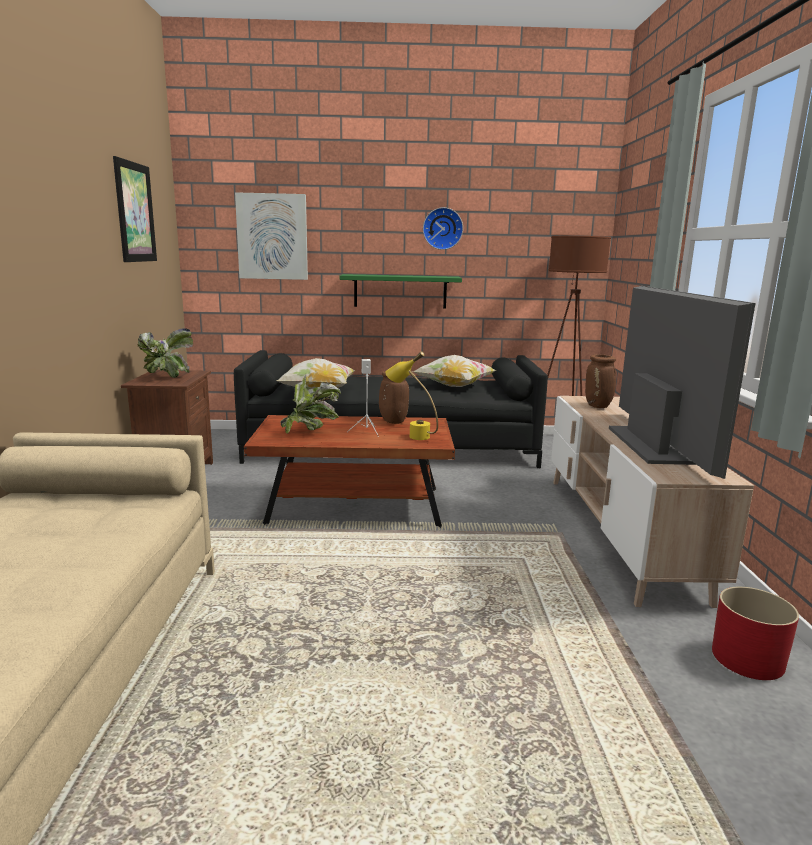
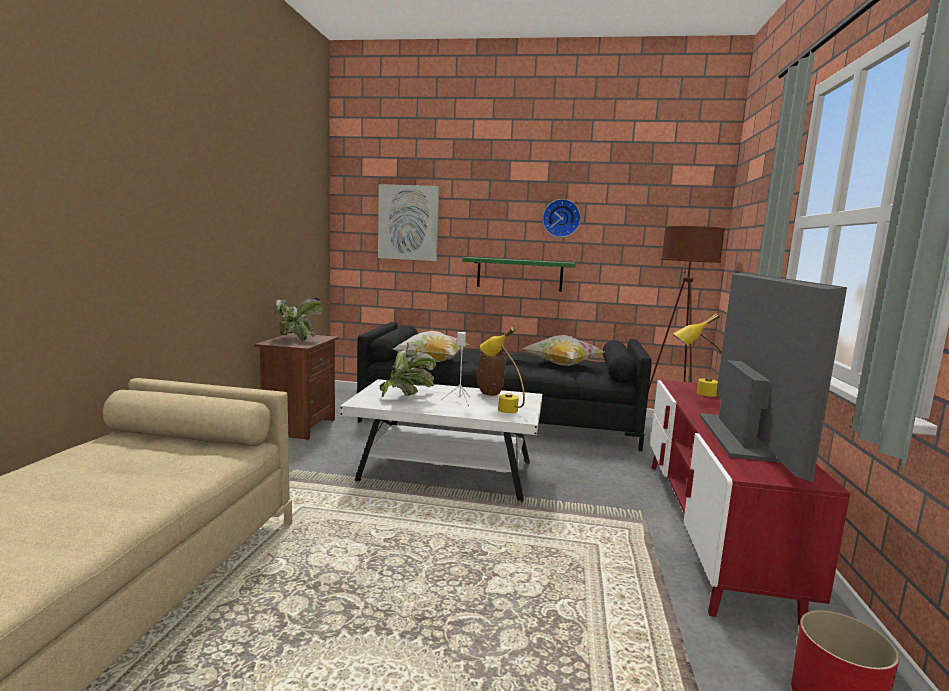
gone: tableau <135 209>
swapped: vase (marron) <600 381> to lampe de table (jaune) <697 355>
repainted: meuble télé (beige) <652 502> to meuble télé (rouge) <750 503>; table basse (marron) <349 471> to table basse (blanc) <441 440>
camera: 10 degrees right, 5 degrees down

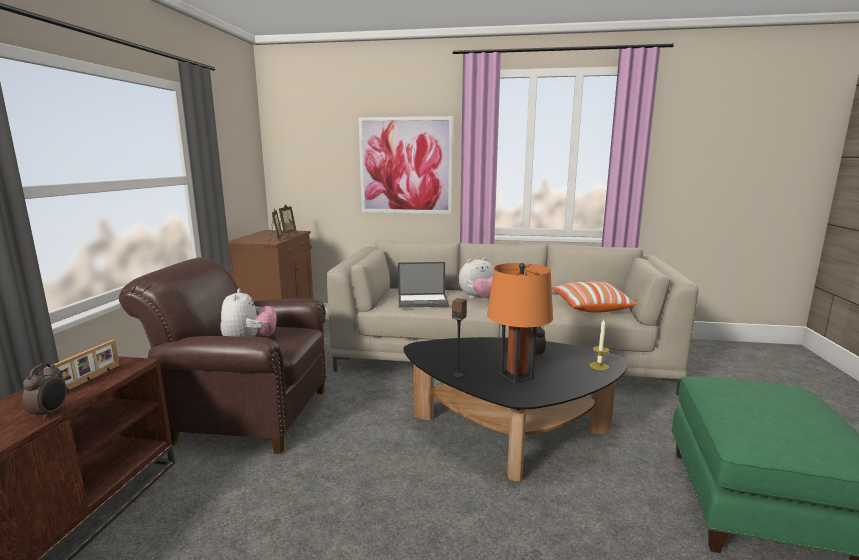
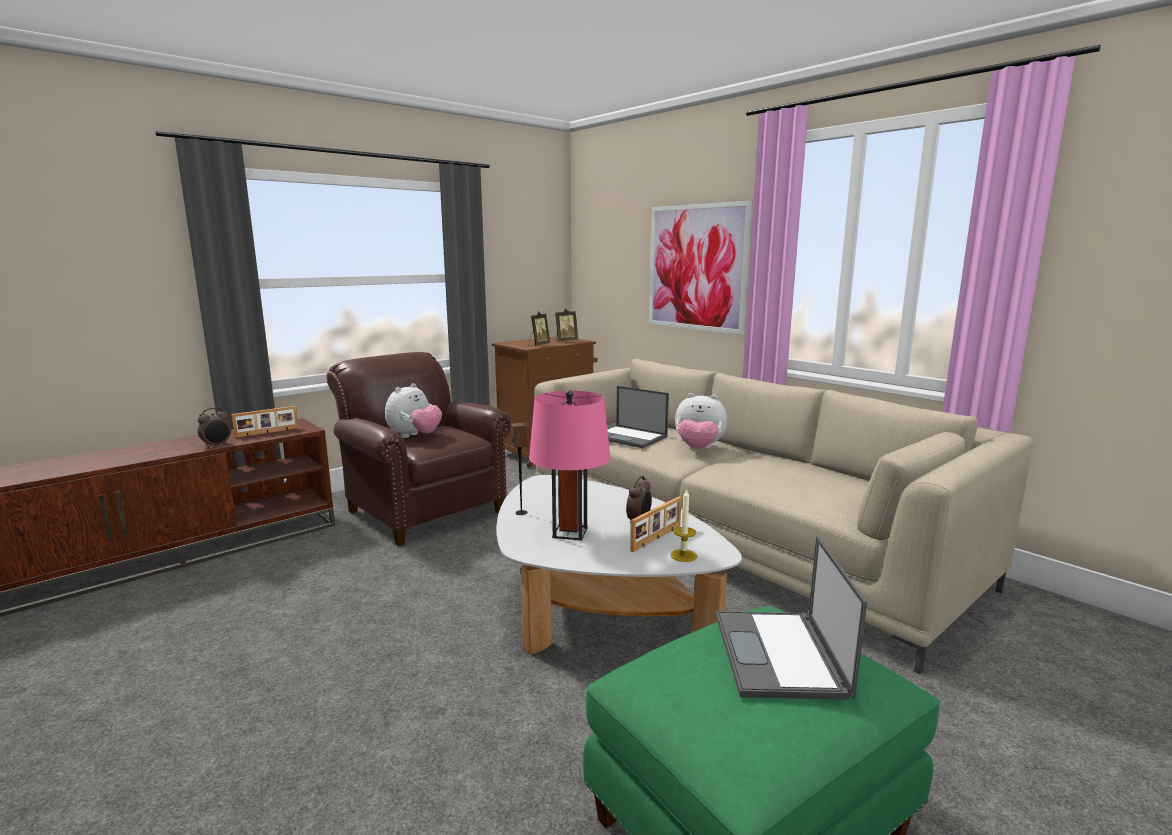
gone: coussin <594 297>
new: cadre photo <656 524>; ordinateur portable <791 618>
repainted: lampe de table (orange) <520 323> to lampe de table (rose) <569 465>; table basse (noir) <515 409> to table basse (blanc) <619 564>
camera: 40 degrees right, 0 degrees up

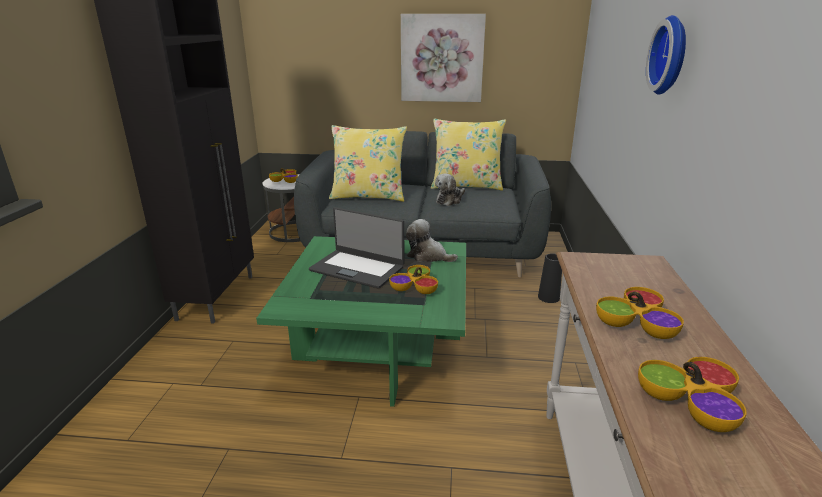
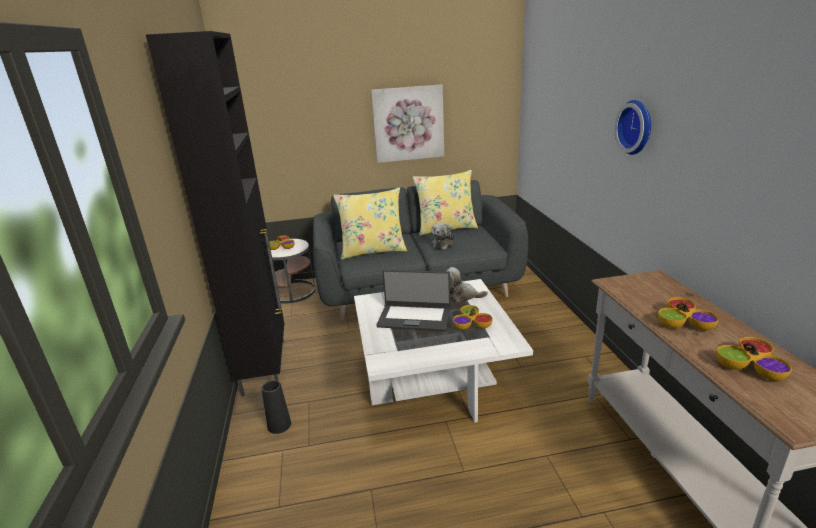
shifted: vase (noir) <550 278> to <276 407>
repainted: table basse (vert) <361 321> to table basse (blanc) <443 351>
camera: 15 degrees left, 0 degrees up

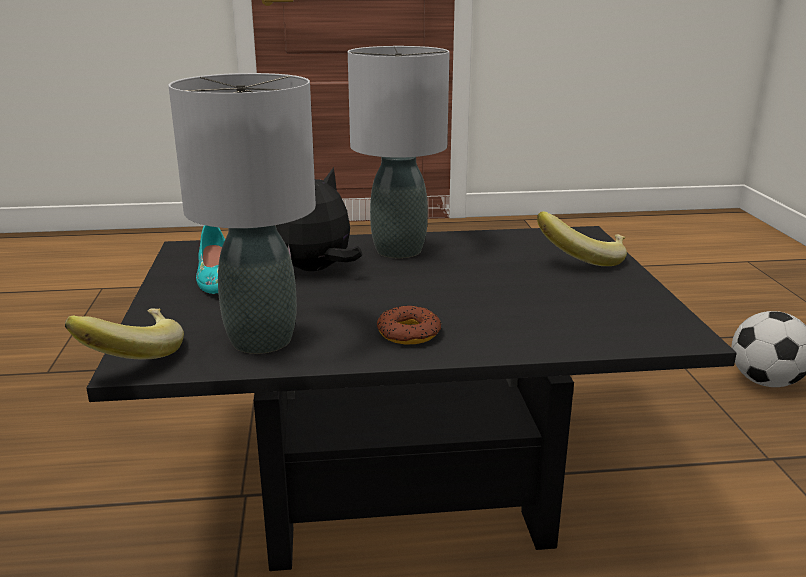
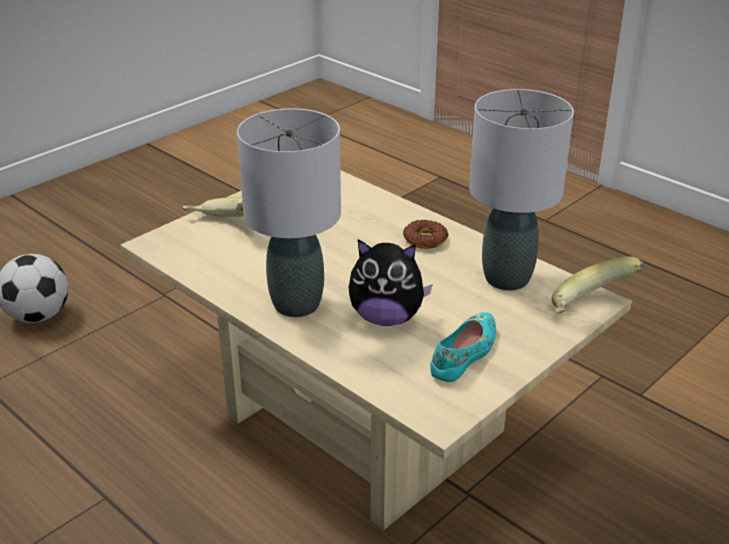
repainted: table basse (noir) <411 398> to table basse (beige) <376 350>
camera: 130 degrees left, 10 degrees up

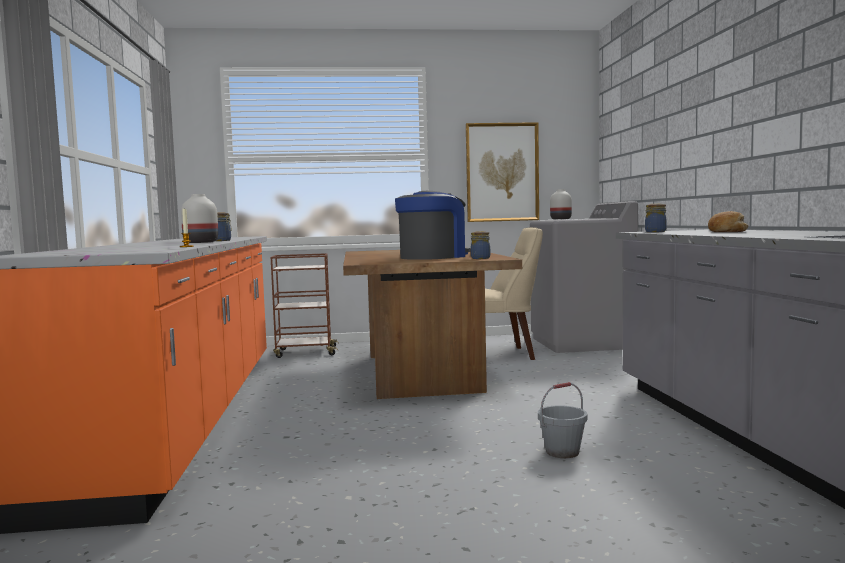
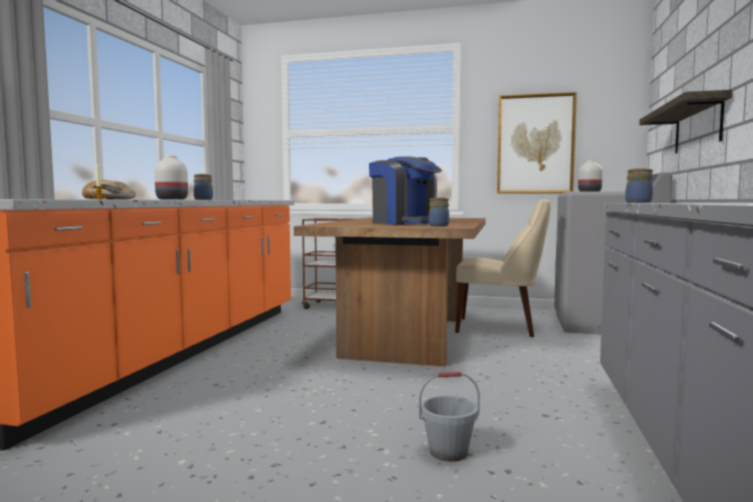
new: étagère <685 122>
shifted: pain <728 221> to <109 189>
rotated: machine à café <432 225> = <405 191> 75 degrees clockwise
camera: 20 degrees right, 0 degrees up

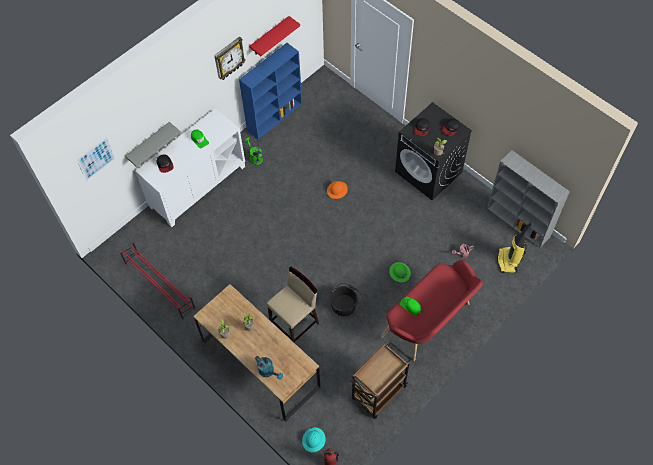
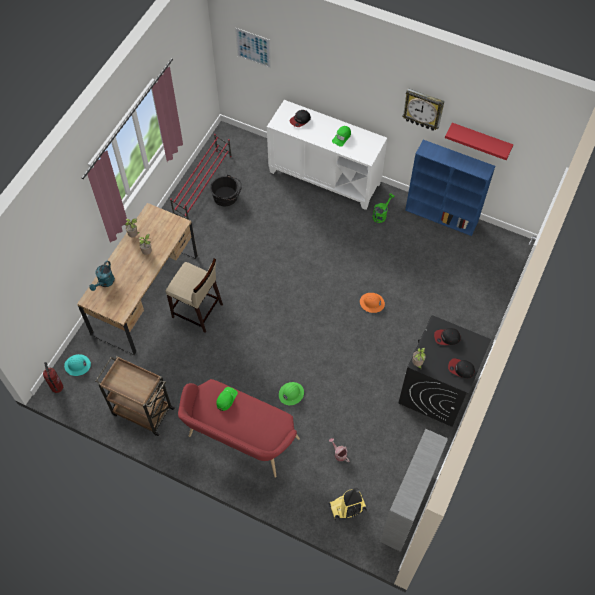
gone: étagère (gris) <153 144>
shifted: seau (noir) <345 299> to <226 190>
camera: 70 degrees right, 0 degrees up

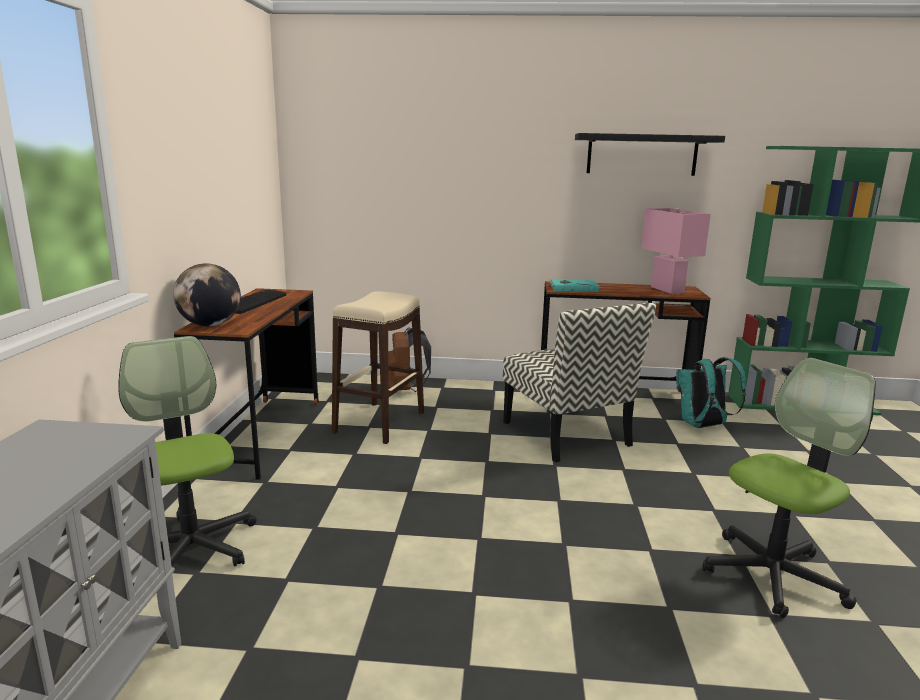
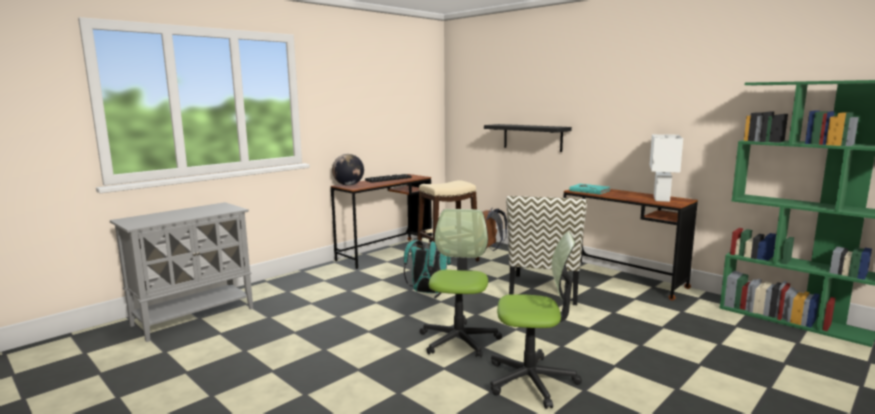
shifted: étagère (noir) <650 154> to <528 138>; chaise de bureau <187 451> to <461 283>; sac à dos (turquoise) <711 392> to <427 266>
repainted: lampe de table (rose) <676 251> to lampe de table (blanc) <666 168>
camera: 40 degrees right, 5 degrees down

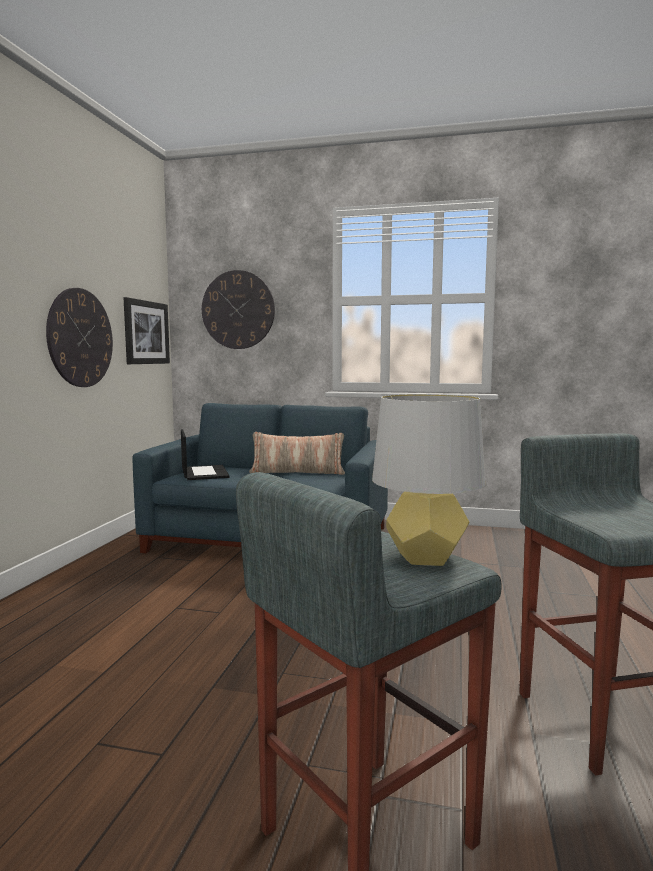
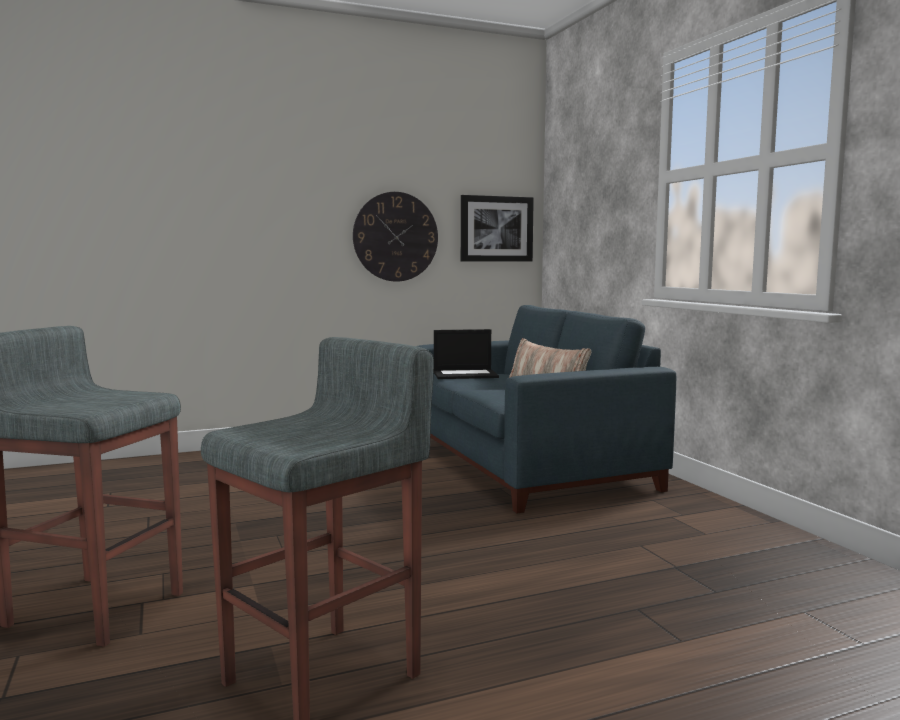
gone: horloge murale <238 309>; lampe de table (gris) <428 480>
rotated: ordinateur portable <205 454> = <466 354> 45 degrees clockwise
camera: 55 degrees right, 0 degrees up

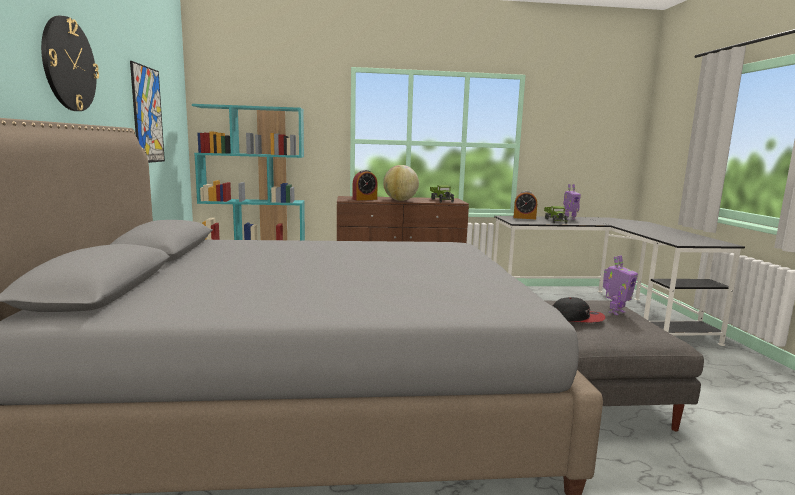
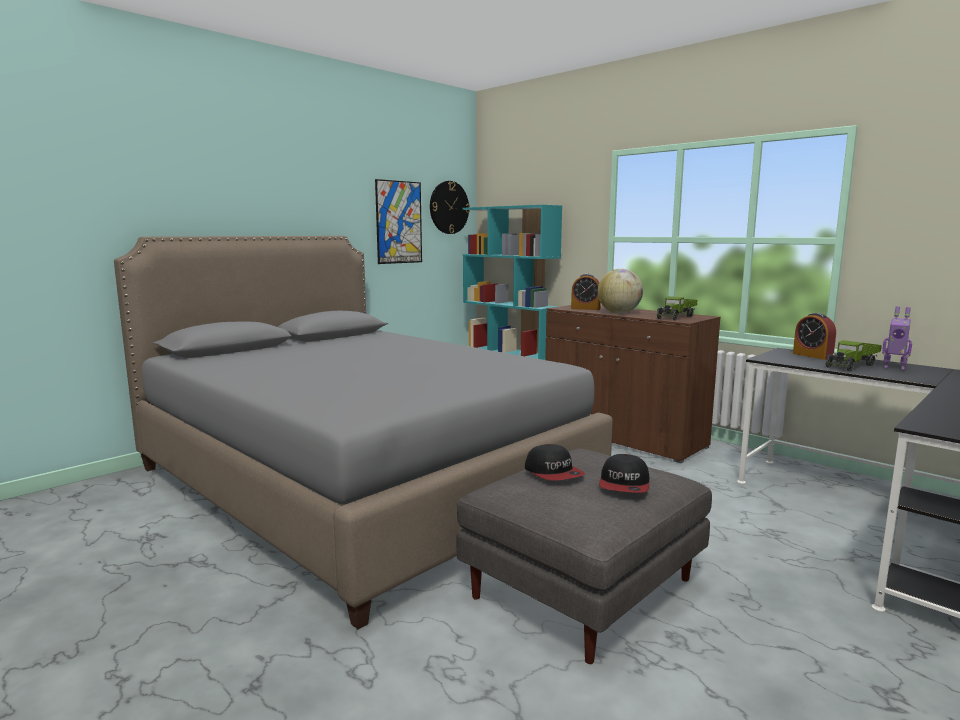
shifted: horloge murale <70 63> to <450 207>
swapped: robot jouet <620 285> to casquette <624 473>
camera: 50 degrees right, 0 degrees up

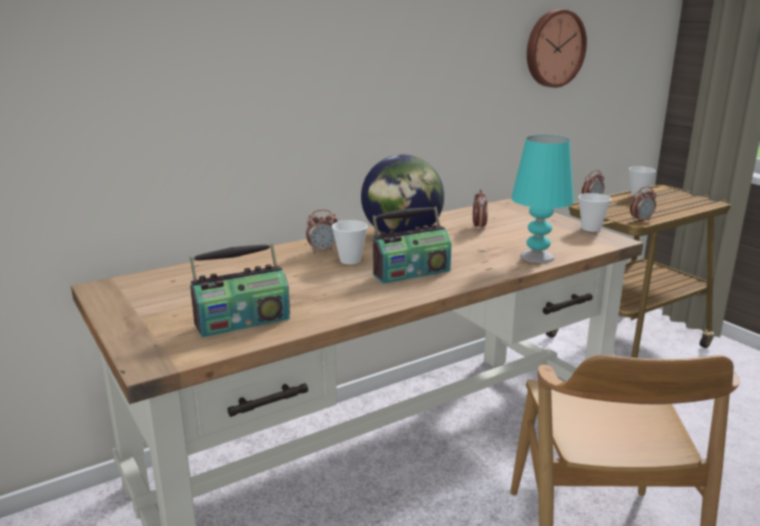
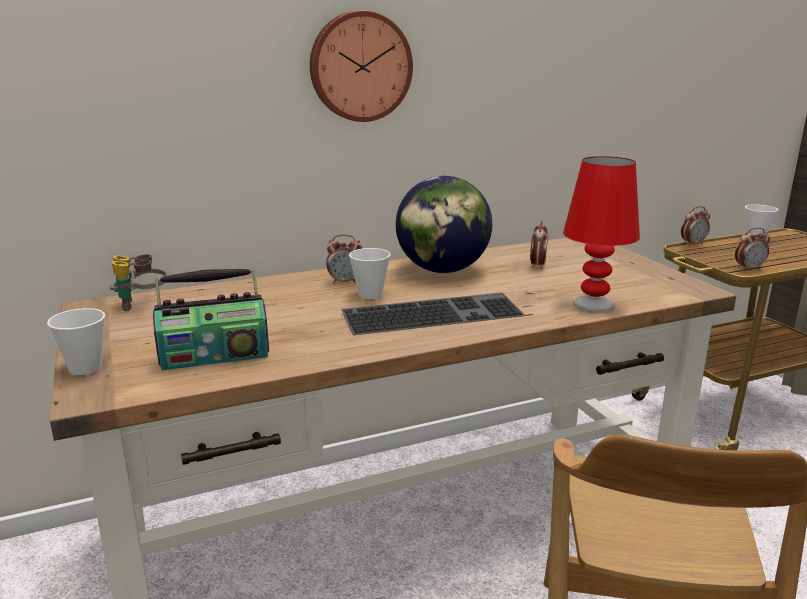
new: jumelles <138 282>
shifted: horloge murale <557 48> to <361 66>; tasse <594 212> to <76 341>
swapped: radio <412 245> to clavier <433 313>
repainted: lampe de table (turquoise) <542 199> to lampe de table (rouge) <601 234>
camera: 10 degrees right, 0 degrees up

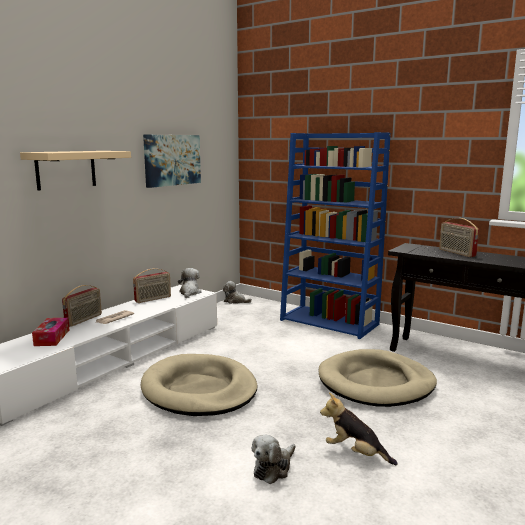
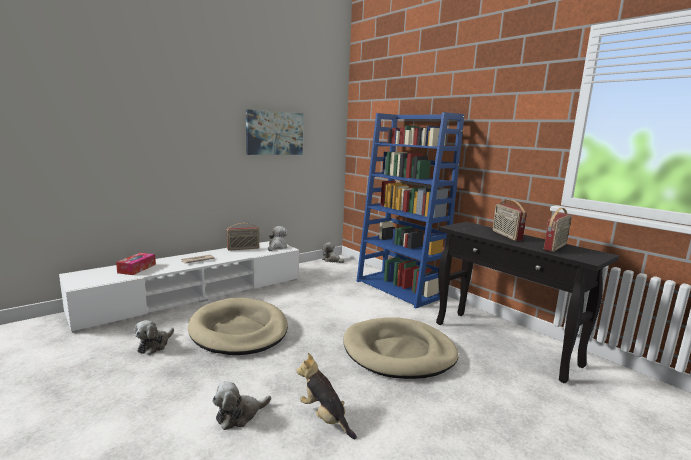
gone: étagère (beige) <75 171>
new: peluche <154 337>
shifted: radio <82 306> to <558 230>
camera: 15 degrees right, 0 degrees up

